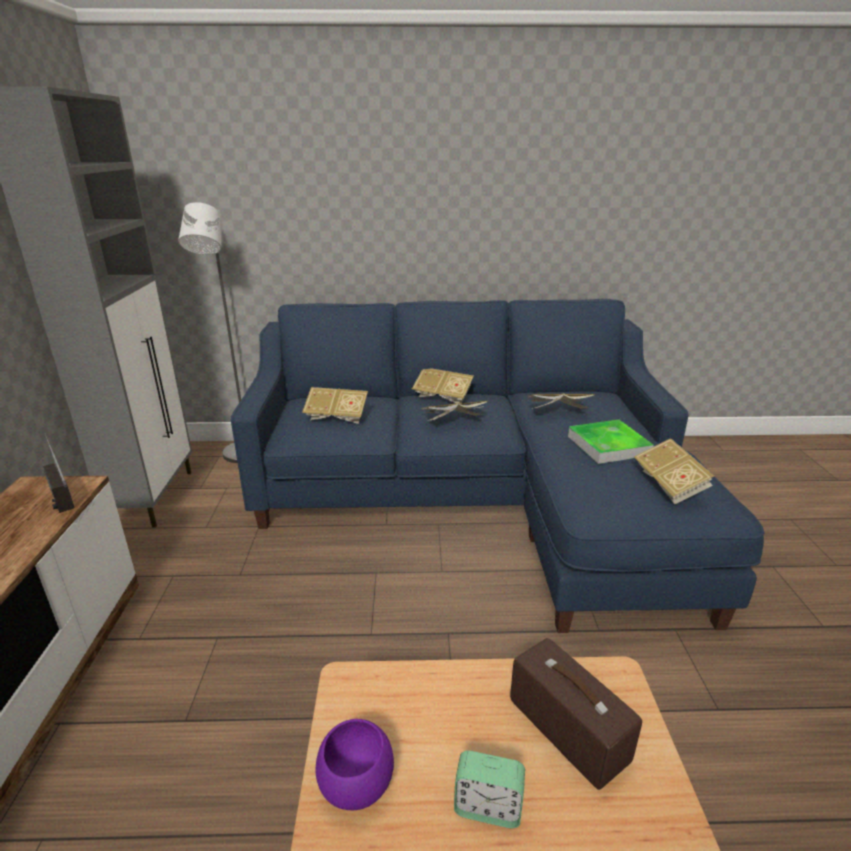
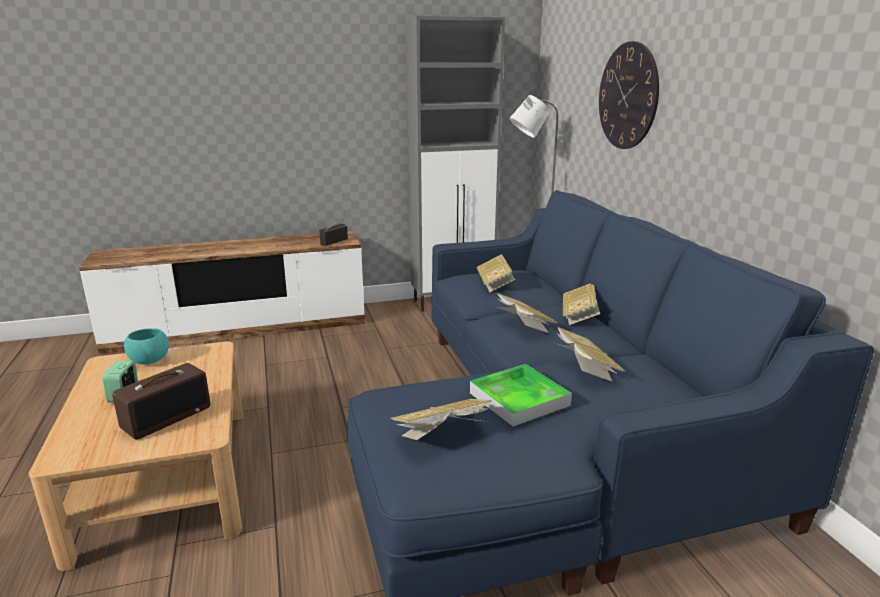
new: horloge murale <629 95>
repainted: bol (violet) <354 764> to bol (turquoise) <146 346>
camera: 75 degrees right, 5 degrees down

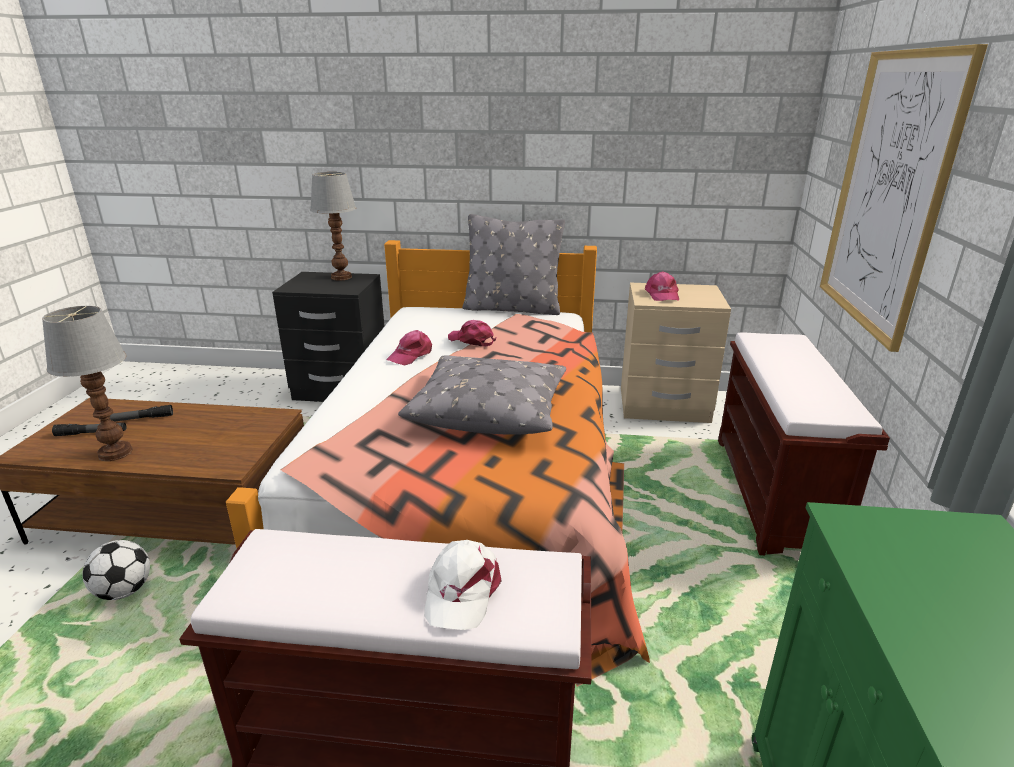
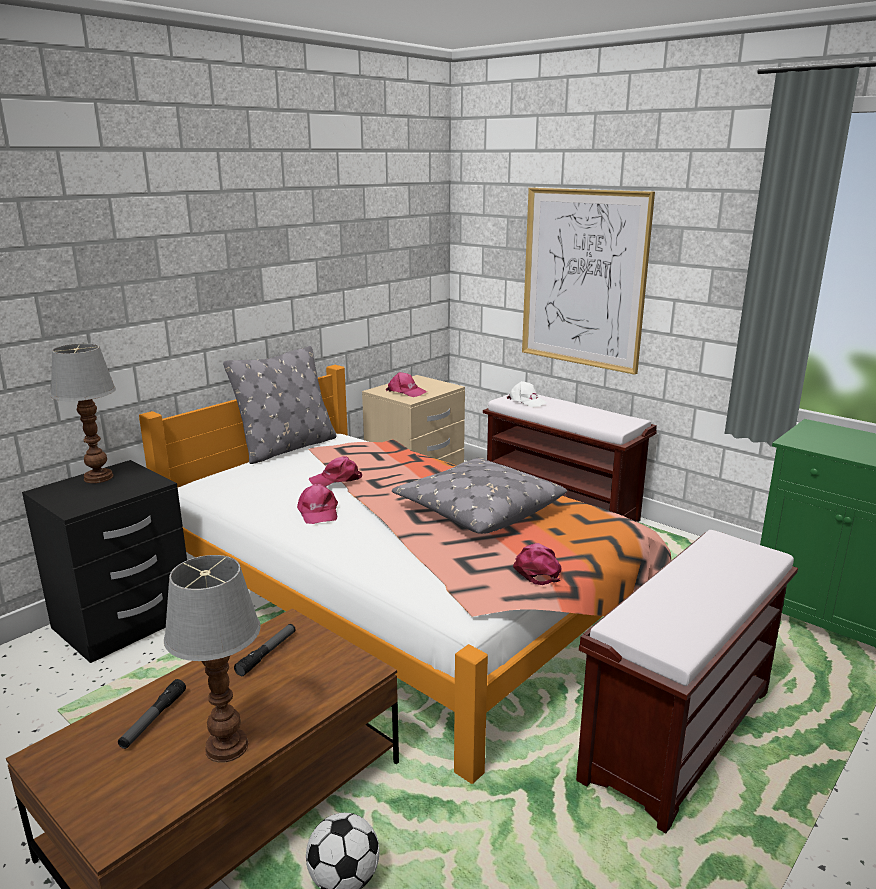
new: casquette (rose) <537 564>
shifted: lampe de poche <89 429> to <264 650>; casquette (blanc) <463 585> to <527 394>
camera: 55 degrees left, 5 degrees down

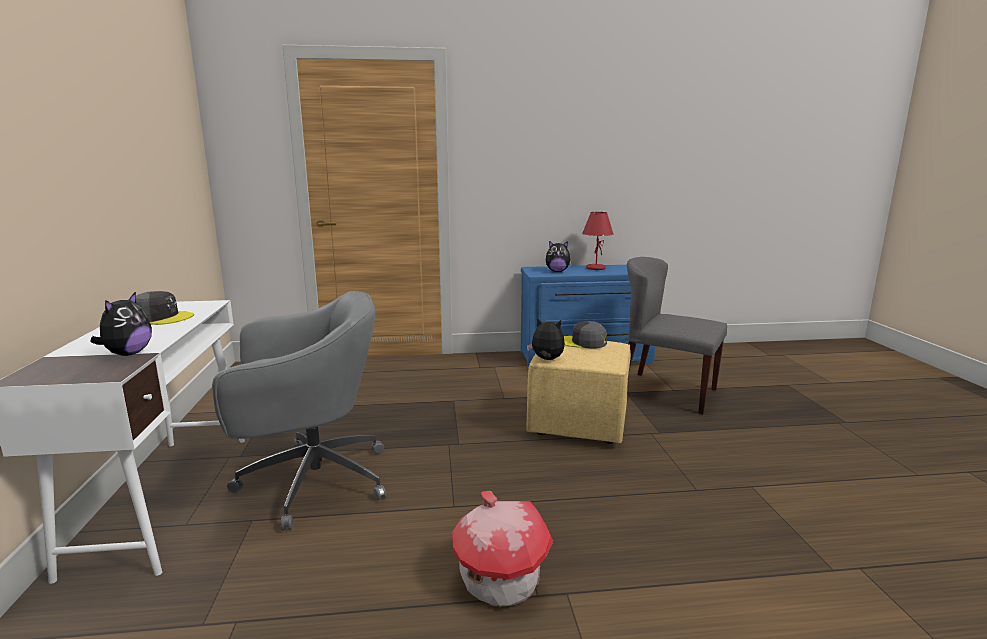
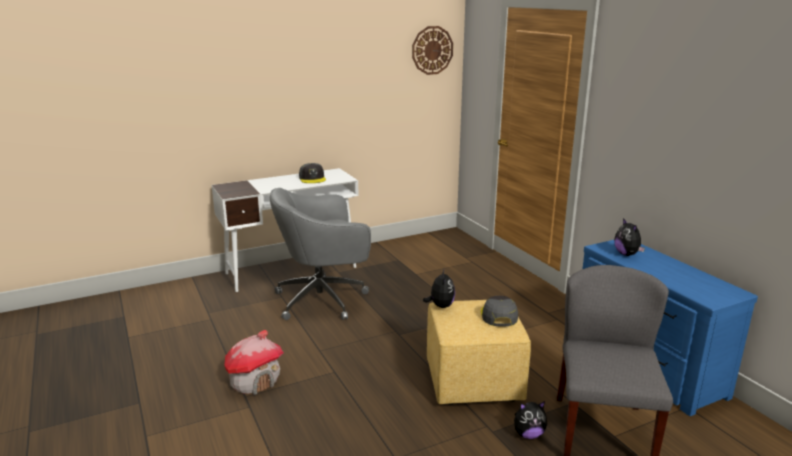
gone: lampe de table (rouge) <598 241>
new: horloge murale <432 50>
shifted: peluche <121 324> to <530 420>
rotated: chaise de bureau (gris) <299 411> = <320 254> 105 degrees clockwise
camera: 70 degrees right, 5 degrees up

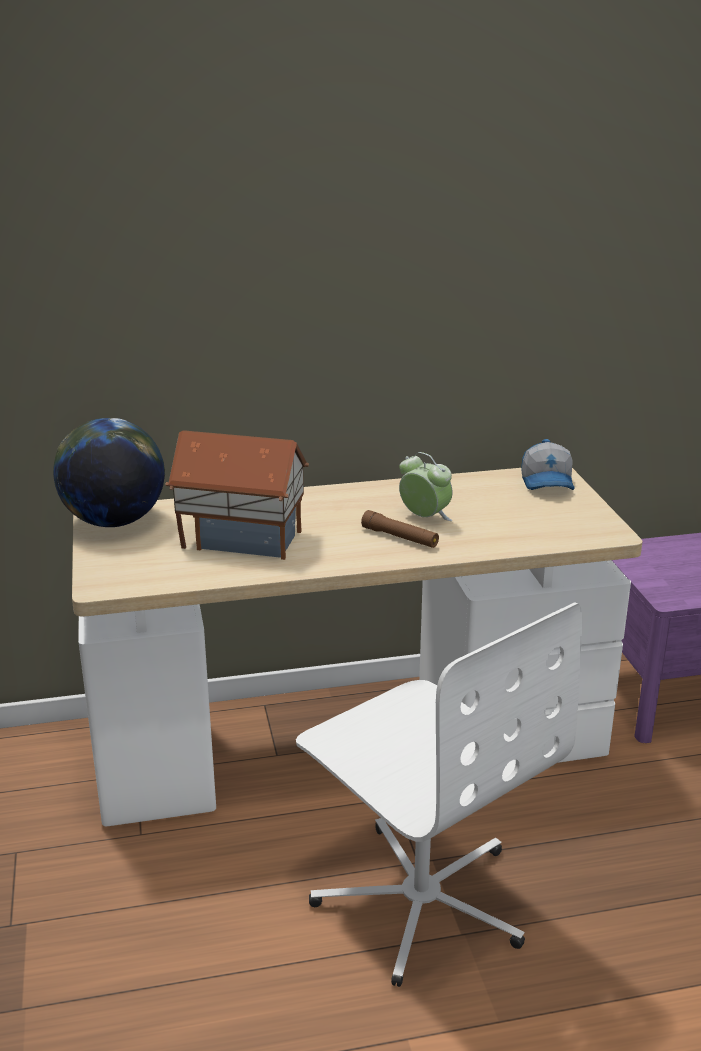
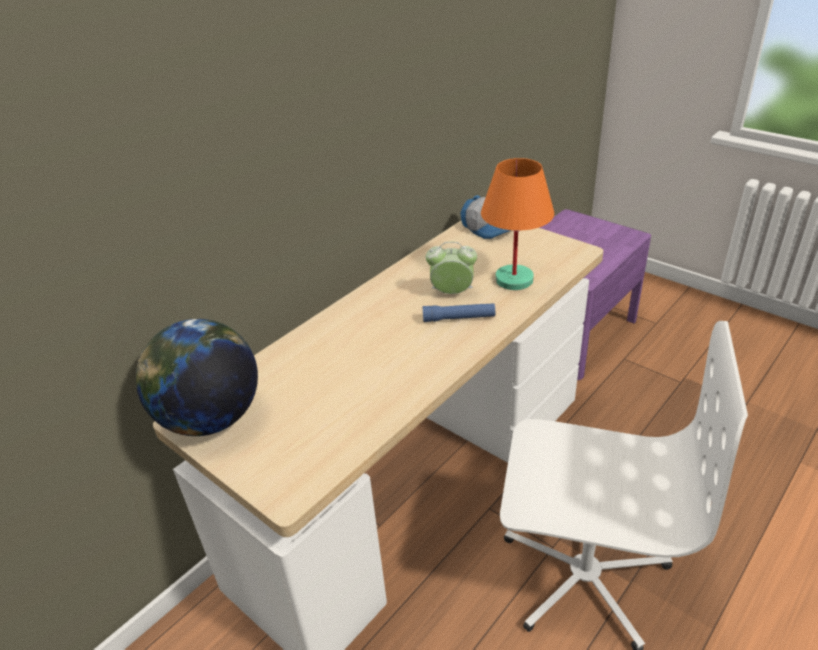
gone: maison miniature <237 495>
new: lampe de table (orange) <517 224>
repainted: lampe de poche (marron) <400 529> to lampe de poche (bleu) <459 312>
camera: 35 degrees left, 10 degrees up

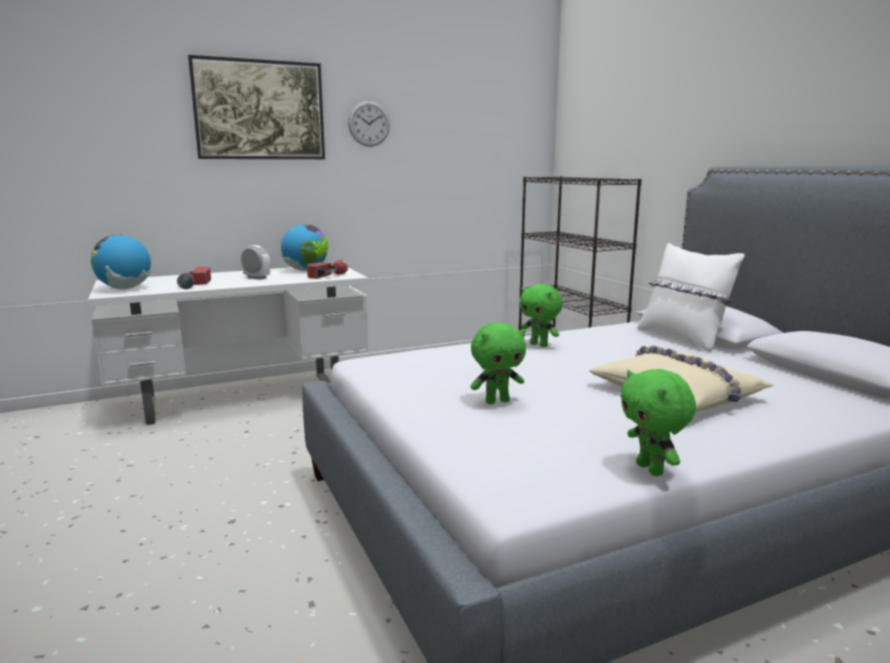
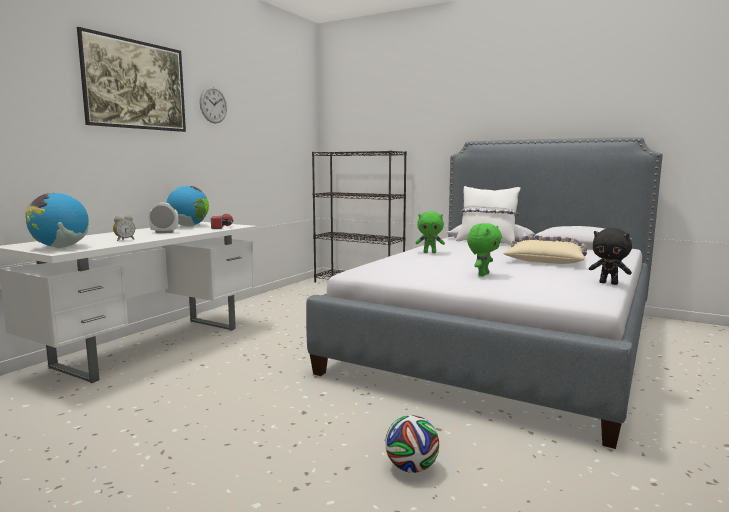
new: ballon de foot <412 444>
swapped: lampe de poche <194 278> to réveil <124 228>
repainted: peluche (vert) <658 422> to peluche (noir) <610 256>
camera: 35 degrees left, 5 degrees down

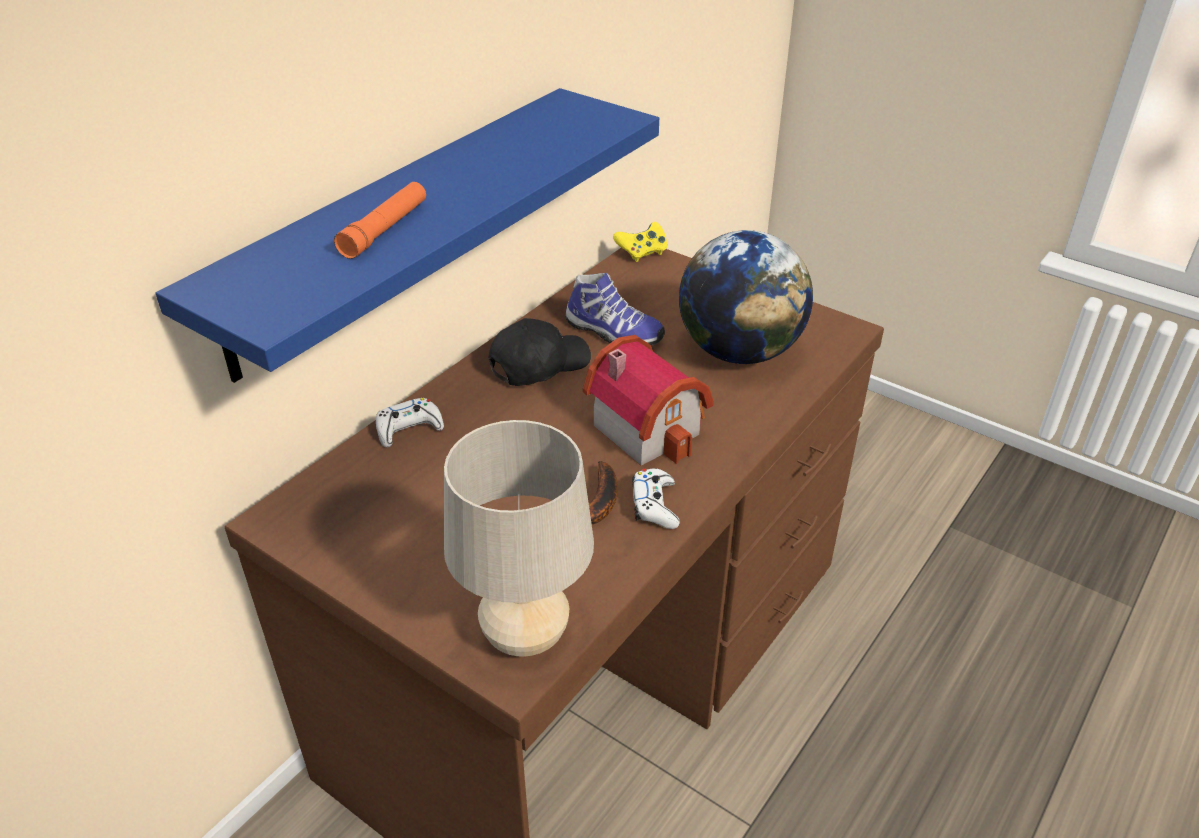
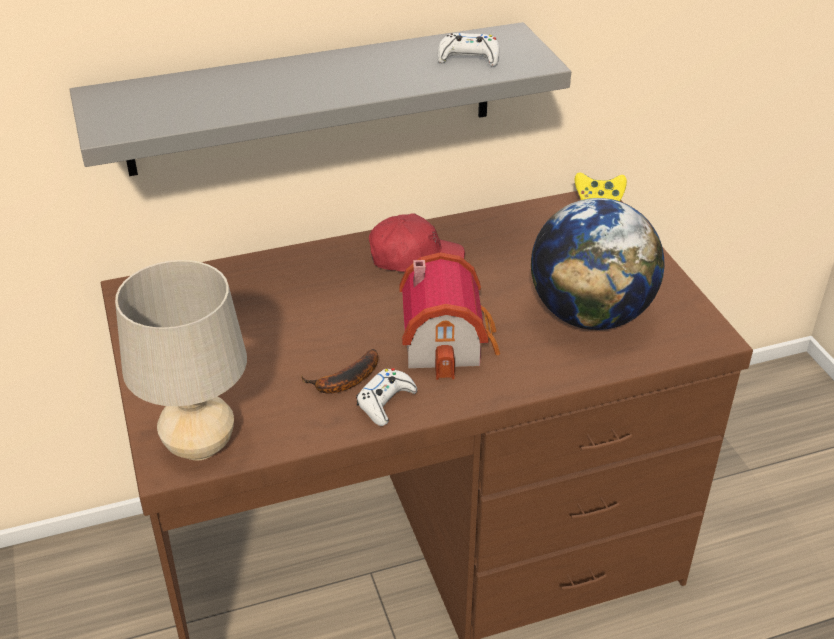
gone: lampe de poche (orange) <380 220>; chaussure <615 309>
shifted: manette (blanc) <410 422> to <468 50>
repainted: étagère (bleu) <407 235> to étagère (gris) <320 99>; casquette (noir) <540 352> to casquette (rouge) <417 242>
camera: 35 degrees right, 0 degrees up

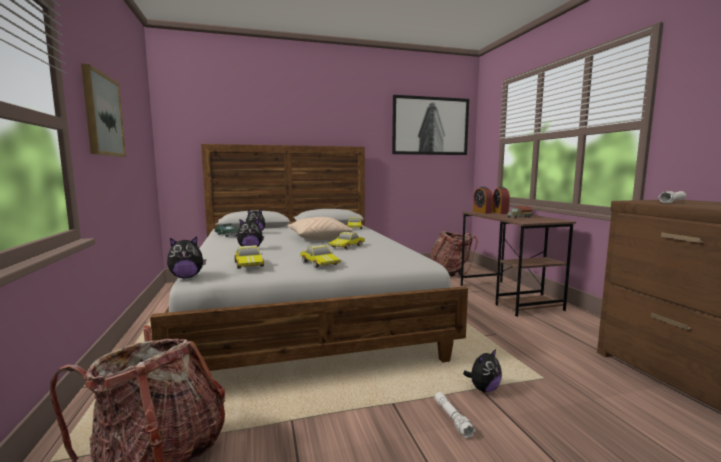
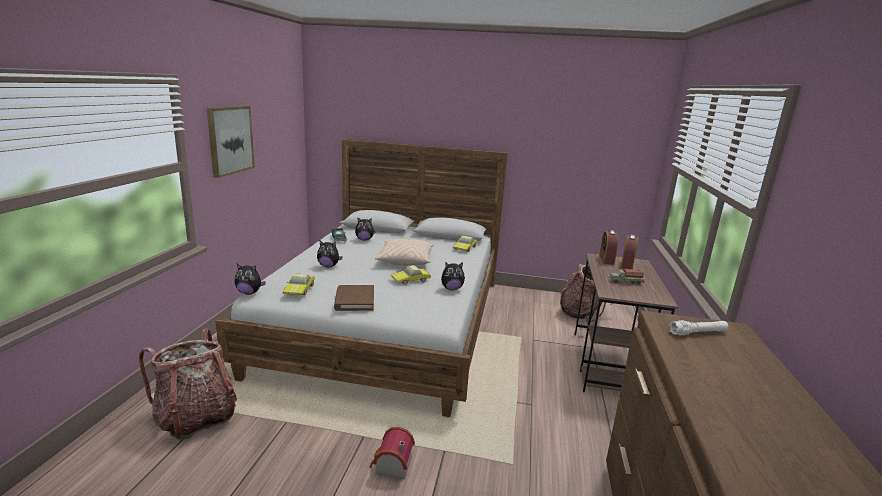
gone: tableau <430 125>
shifted: peluche <482 370> to <453 276>
swapped: petite voiture <320 256> to livre (marron) <354 298>; lampe de poche (blanc) <455 415> to maison miniature <392 453>
camera: 25 degrees right, 10 degrees up

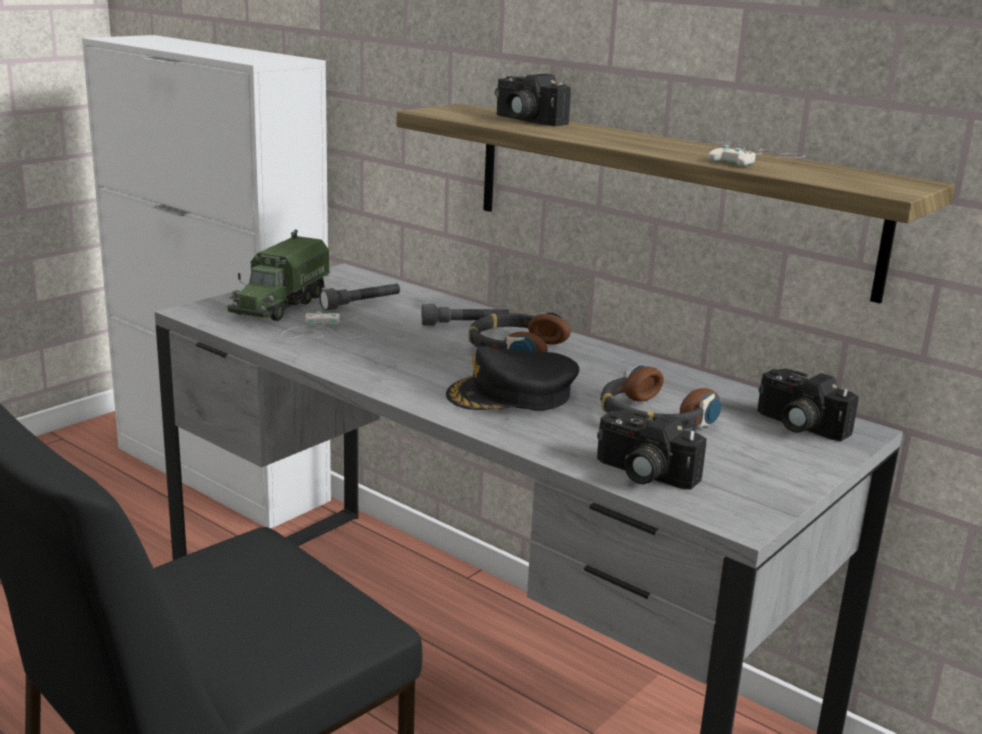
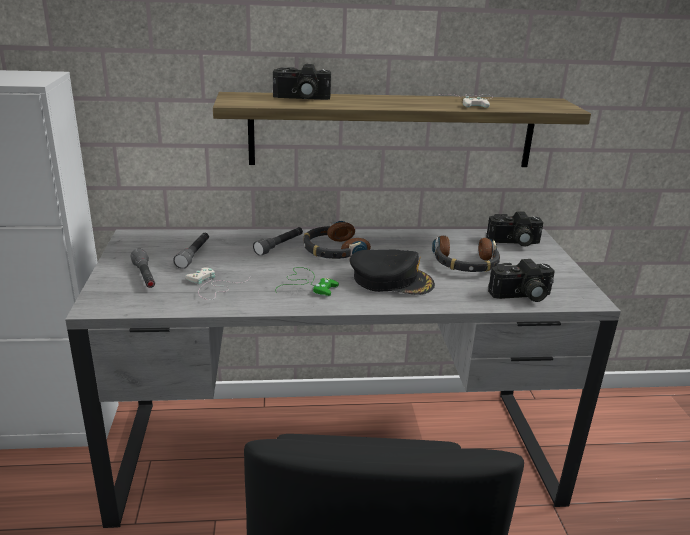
new: manette (vert) <307 282>
swapped: camion jouet <278 275> to lampe de poche (gris) <143 268>
rotated: casquette (noir) <512 378> = <392 272> 105 degrees counterclockwise
camera: 45 degrees left, 5 degrees up

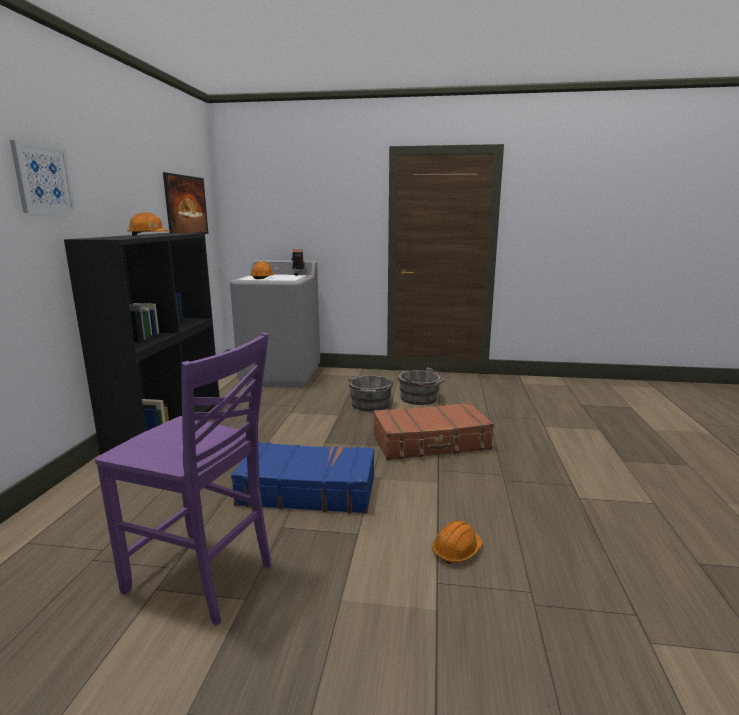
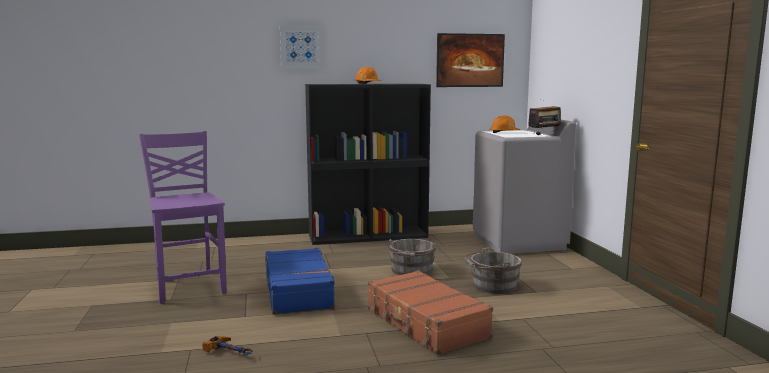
shifted: seau (gris) <421 386> to <411 257>
swapped: casque de chantier (orange) <457 542> to marteau <227 345>
rotated: chaise (violet) <183 479> = <183 217> 150 degrees clockwise
camera: 70 degrees right, 5 degrees down

